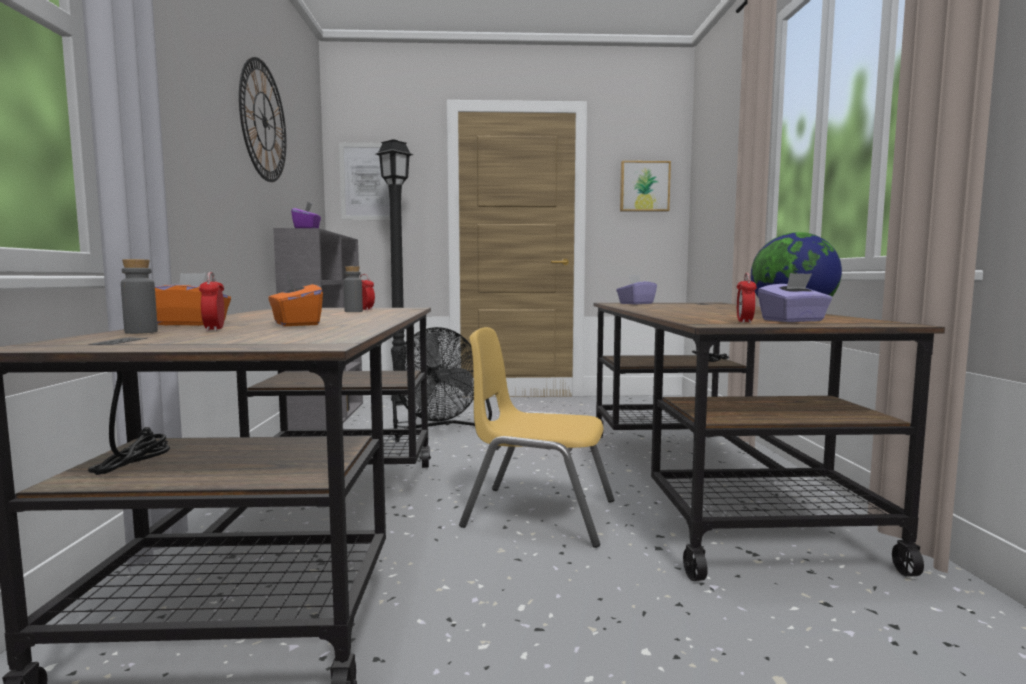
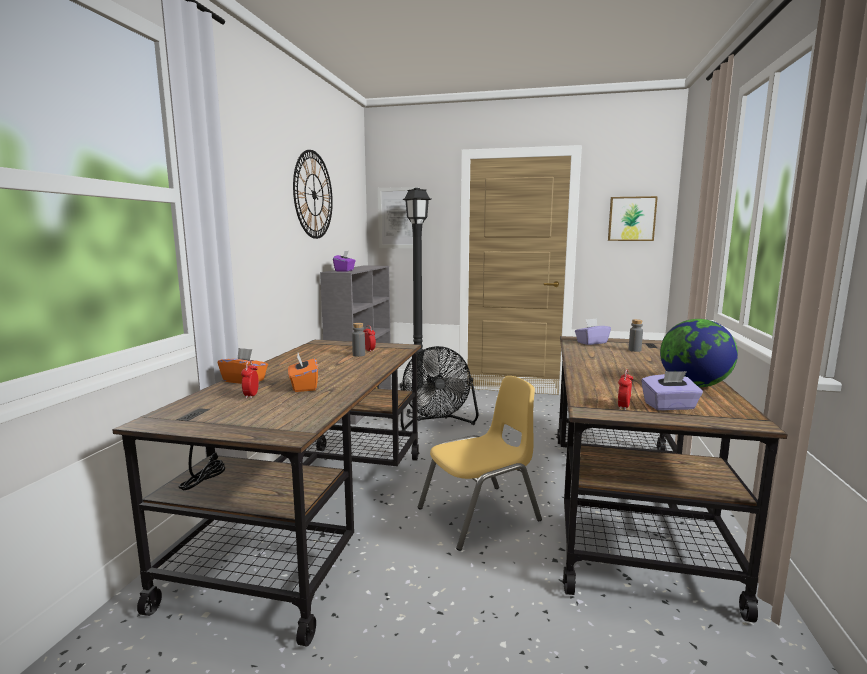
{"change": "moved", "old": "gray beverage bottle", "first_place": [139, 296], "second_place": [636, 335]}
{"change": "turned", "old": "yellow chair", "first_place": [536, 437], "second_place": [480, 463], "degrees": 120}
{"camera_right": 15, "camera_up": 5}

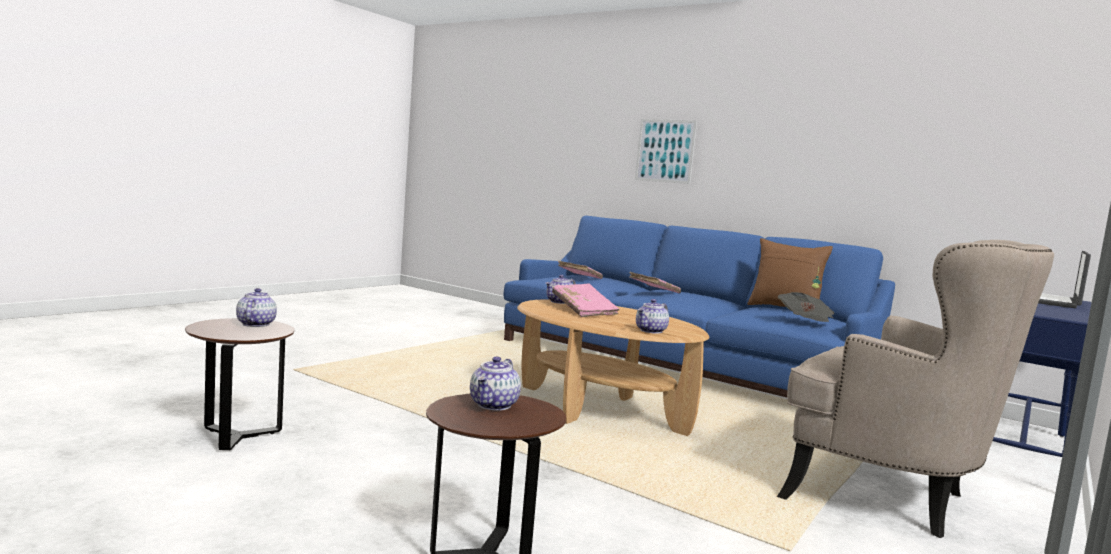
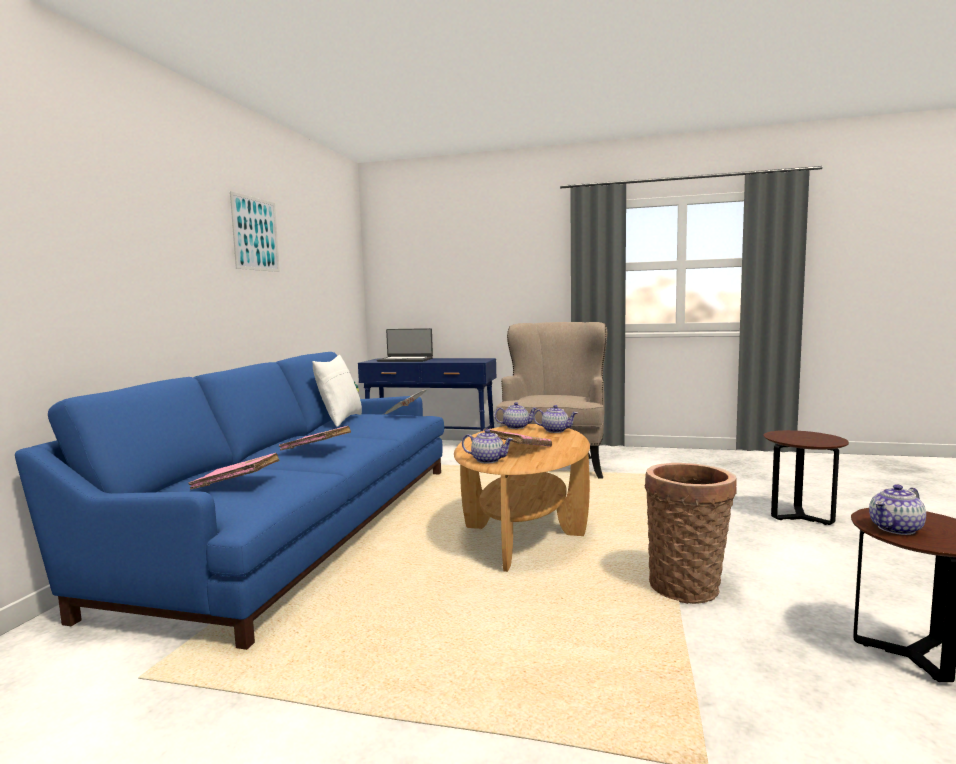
{"change": "moved", "old": "pot for tea", "first_place": [495, 383], "second_place": [516, 415]}
{"change": "moved", "old": "picture", "first_place": [666, 151], "second_place": [255, 231]}
{"change": "recoloured", "old": "brown pillow", "new": "white pillow", "first_place": [790, 272], "second_place": [337, 391]}
{"change": "added", "new": "household basket", "second_place": [690, 533]}
{"camera_right": -110, "camera_up": 0}

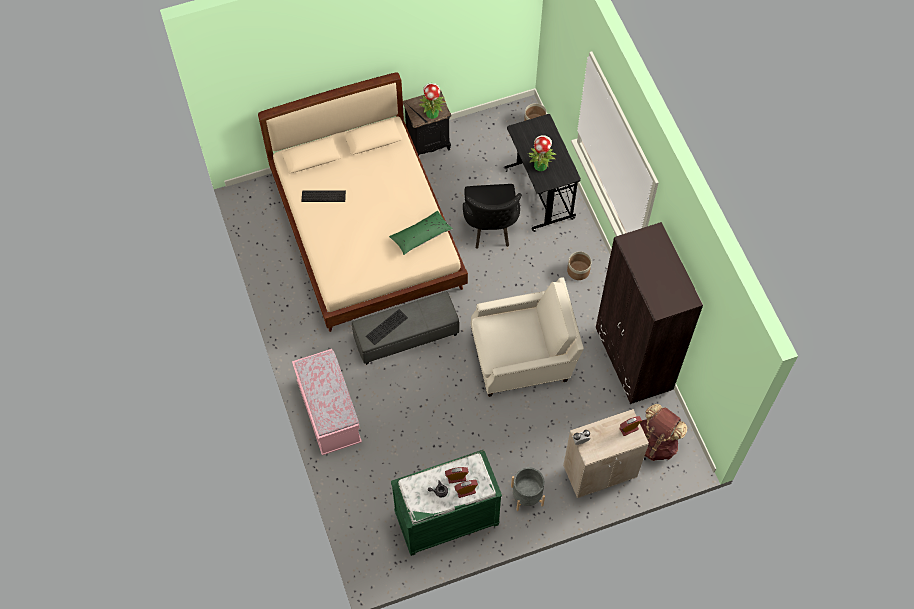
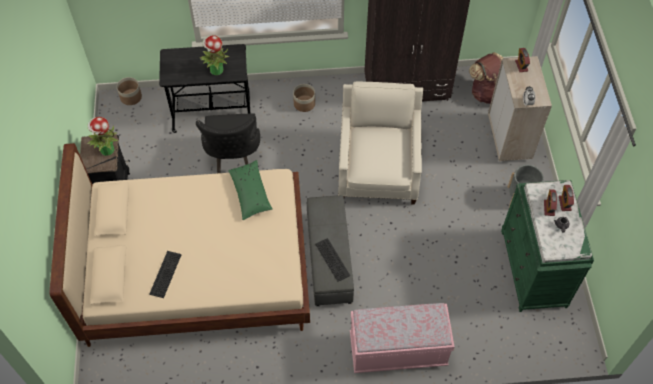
{"change": "turned", "old": "black-coloured chair", "first_place": [492, 216], "second_place": [228, 143], "degrees": 75}
{"camera_right": -75, "camera_up": -5}

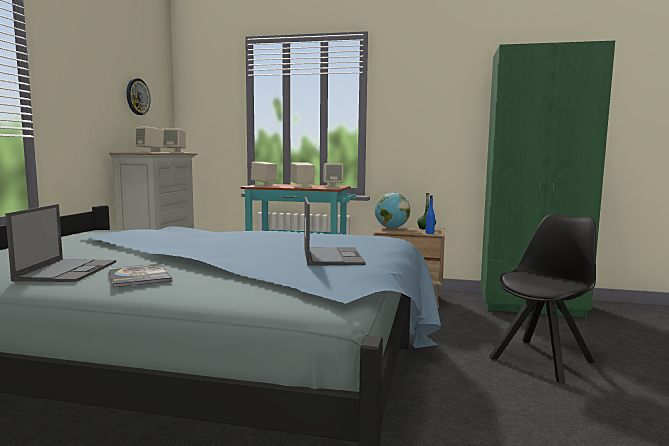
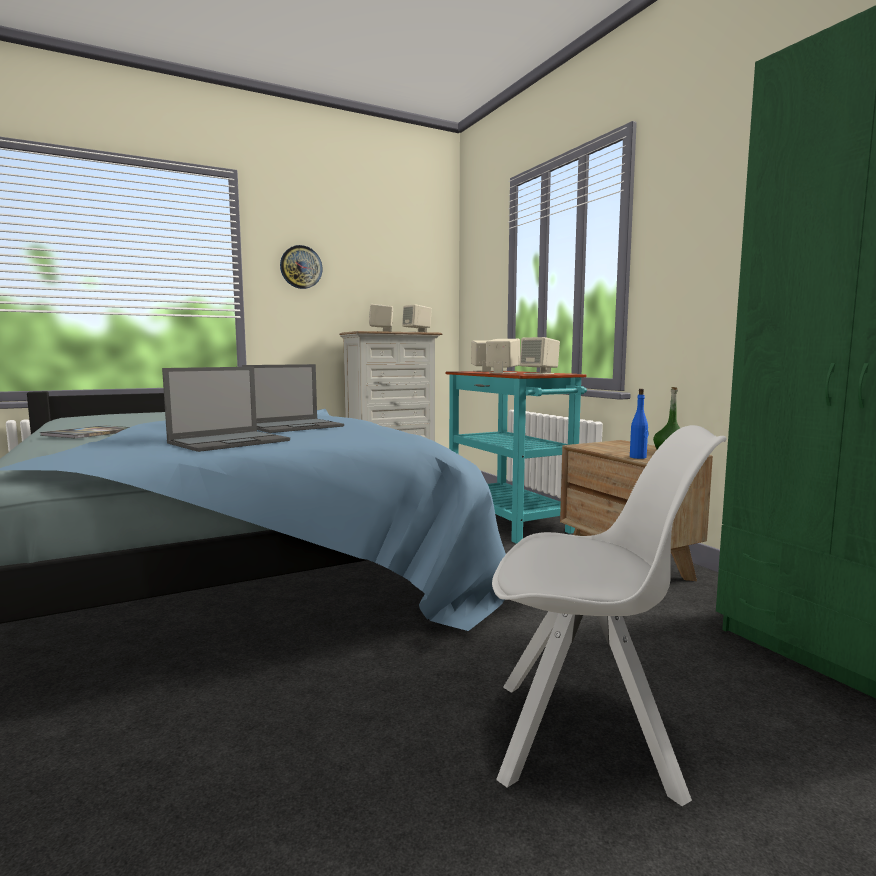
{"change": "moved", "old": "portable computer", "first_place": [60, 243], "second_place": [293, 398]}
{"change": "moved", "old": "clock on the wall", "first_place": [138, 96], "second_place": [301, 267]}
{"change": "removed", "old": "globe", "first_place": [392, 211]}
{"change": "recoloured", "old": "black-coloured chair", "new": "white chair", "first_place": [542, 299], "second_place": [609, 615]}
{"camera_right": 50, "camera_up": 0}

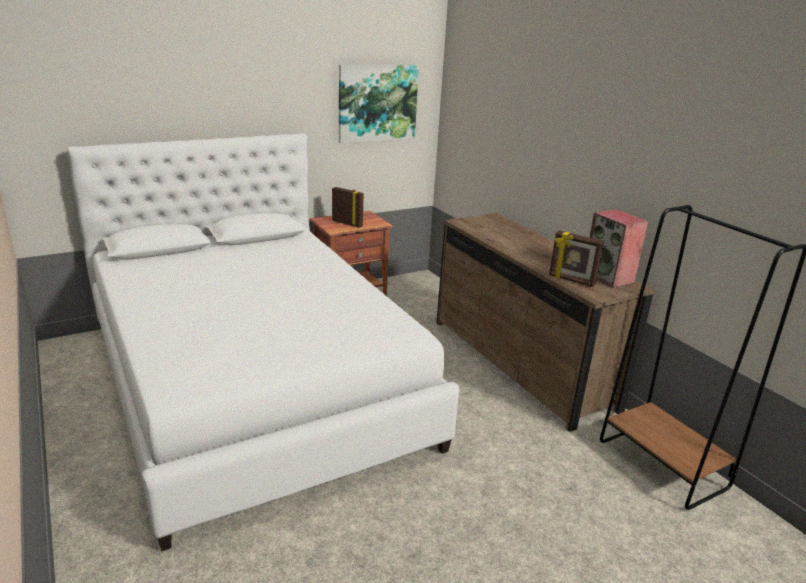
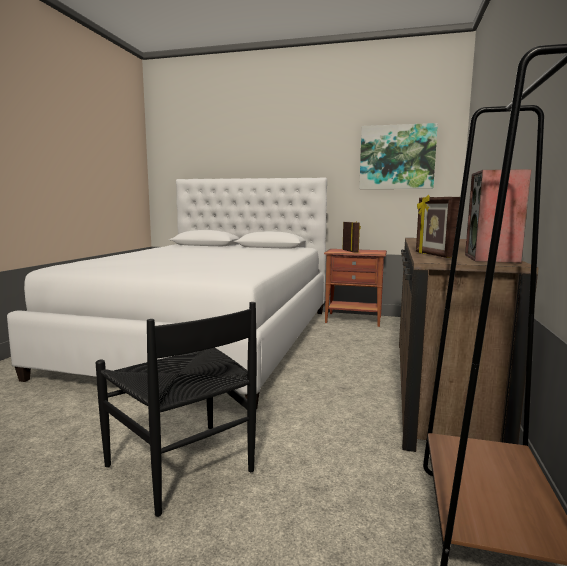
{"change": "added", "new": "black-coloured chair", "second_place": [176, 409]}
{"camera_right": 45, "camera_up": -15}

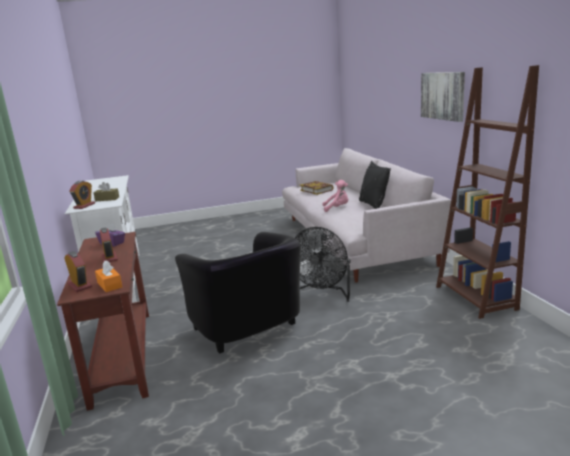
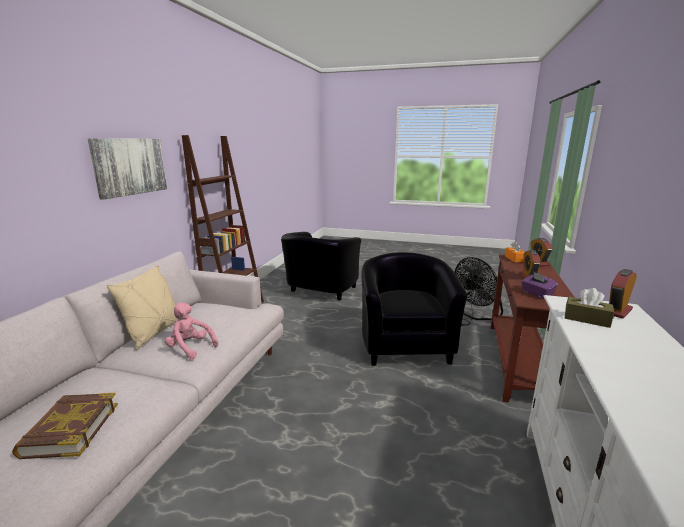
{"change": "moved", "old": "black-coloured fan", "first_place": [323, 264], "second_place": [479, 291]}
{"change": "recoloured", "old": "black-coloured pillow", "new": "beige pillow", "first_place": [375, 185], "second_place": [142, 307]}
{"change": "added", "new": "black-coloured easy chair", "second_place": [321, 266]}
{"camera_right": -150, "camera_up": 0}

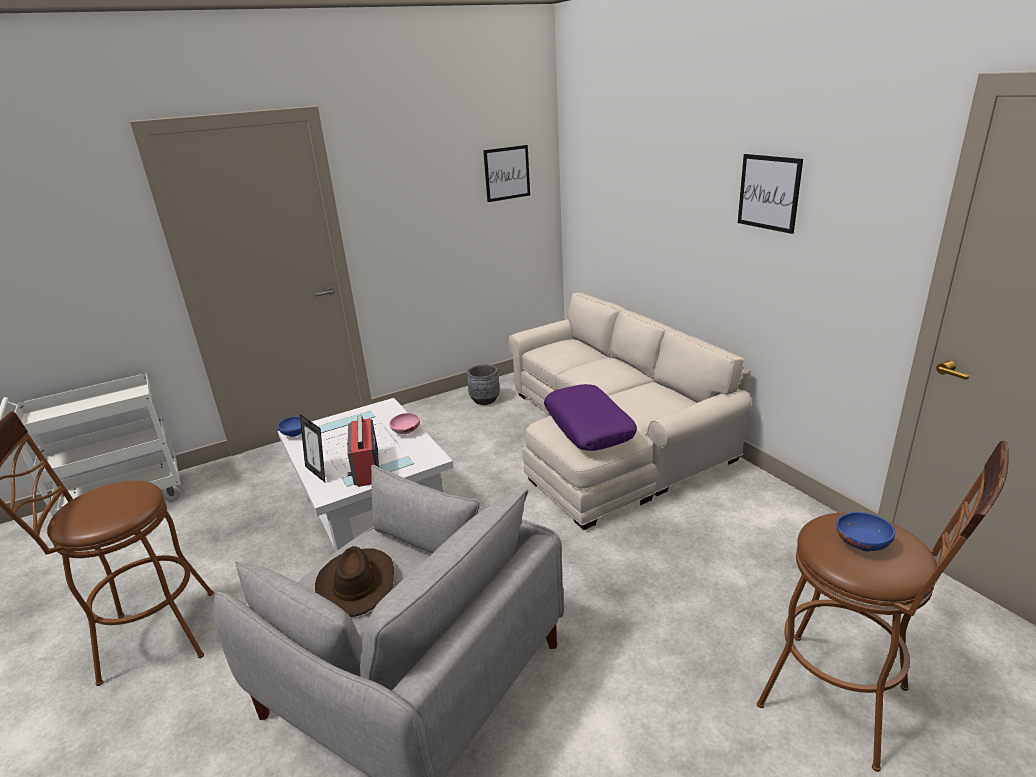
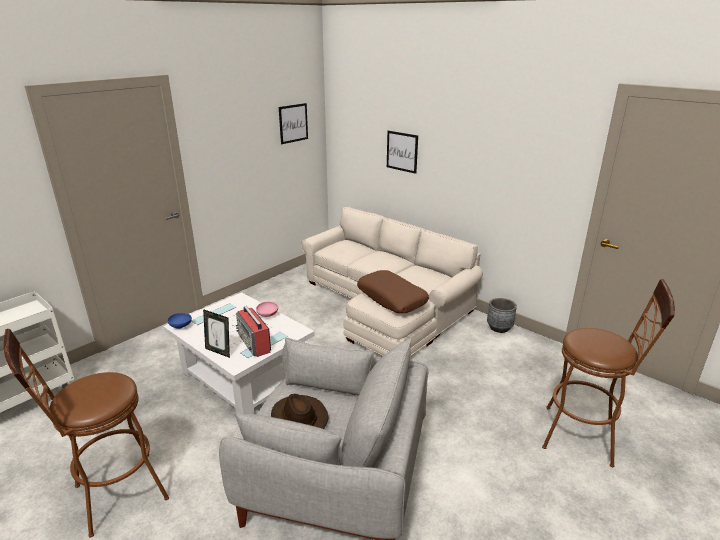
{"change": "moved", "old": "gray flower pot", "first_place": [483, 384], "second_place": [502, 315]}
{"change": "recoloured", "old": "purplish pillow", "new": "brown pillow", "first_place": [590, 417], "second_place": [393, 291]}
{"change": "moved", "old": "picture", "first_place": [770, 194], "second_place": [402, 152]}
{"change": "removed", "old": "bluish serving bowl", "first_place": [865, 531]}
{"camera_right": -20, "camera_up": 0}

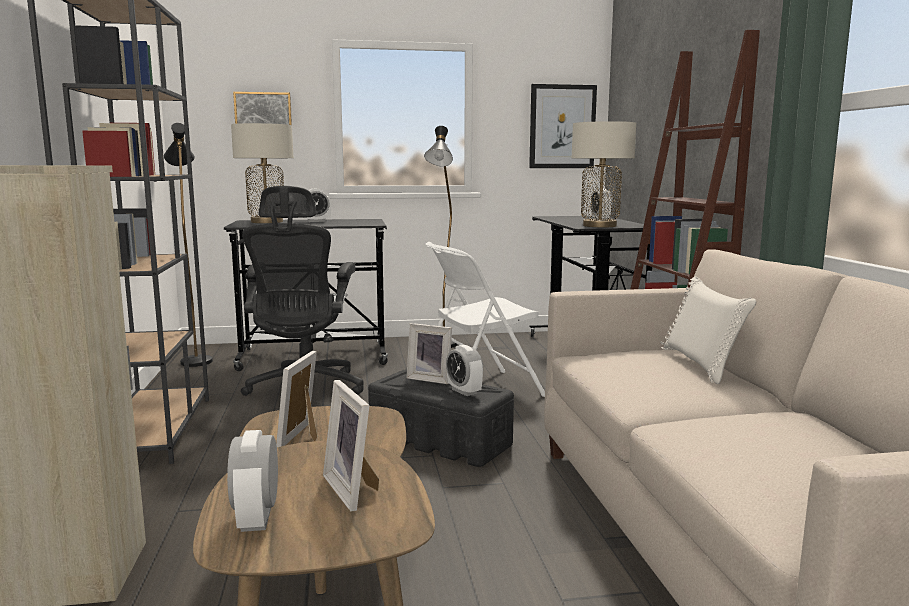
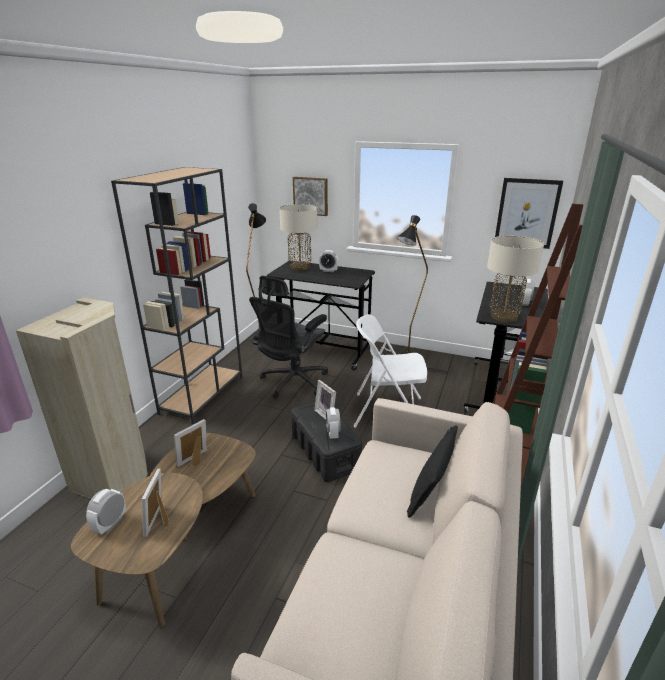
{"change": "recoloured", "old": "white pillow", "new": "black-coloured pillow", "first_place": [708, 330], "second_place": [432, 471]}
{"camera_right": 30, "camera_up": 15}

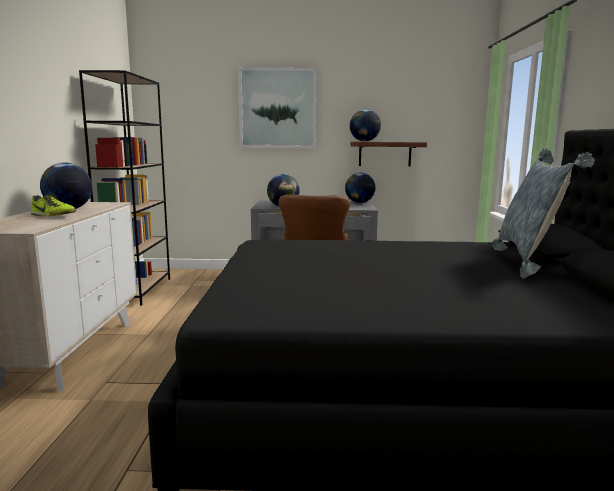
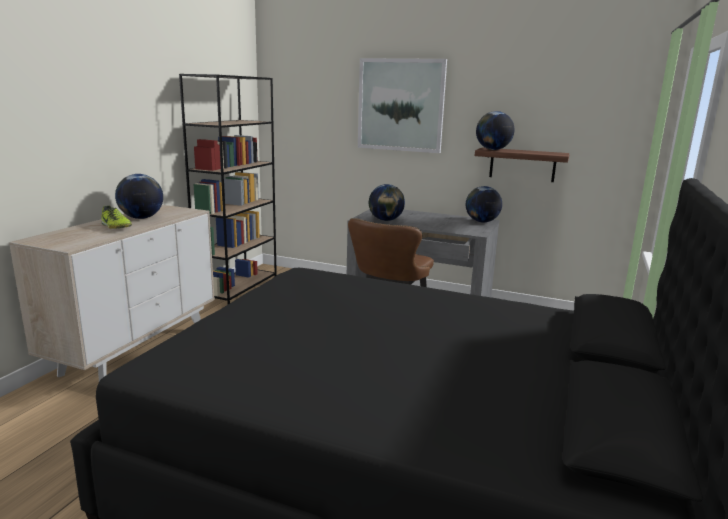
{"change": "removed", "old": "pillow", "first_place": [543, 213]}
{"camera_right": 20, "camera_up": 5}

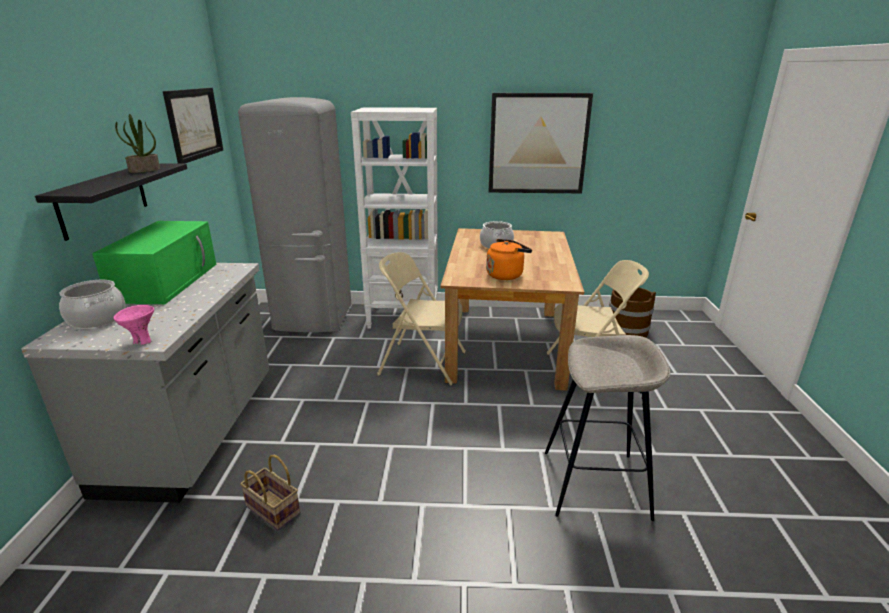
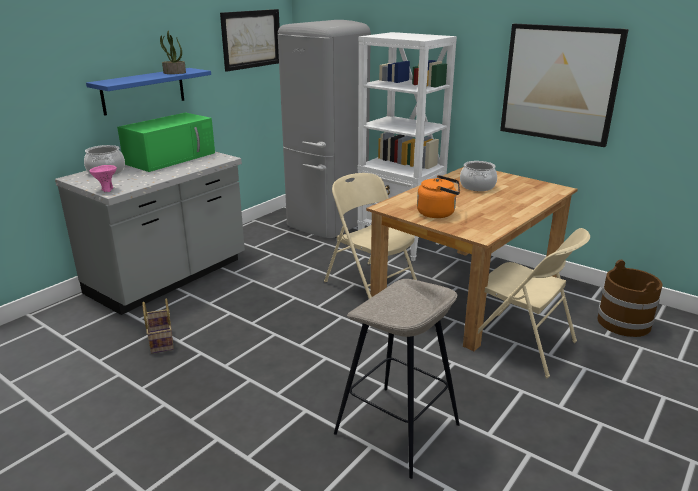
{"change": "recoloured", "old": "black-coloured shelf", "new": "bluish shelf", "first_place": [111, 202], "second_place": [148, 92]}
{"camera_right": 35, "camera_up": 0}

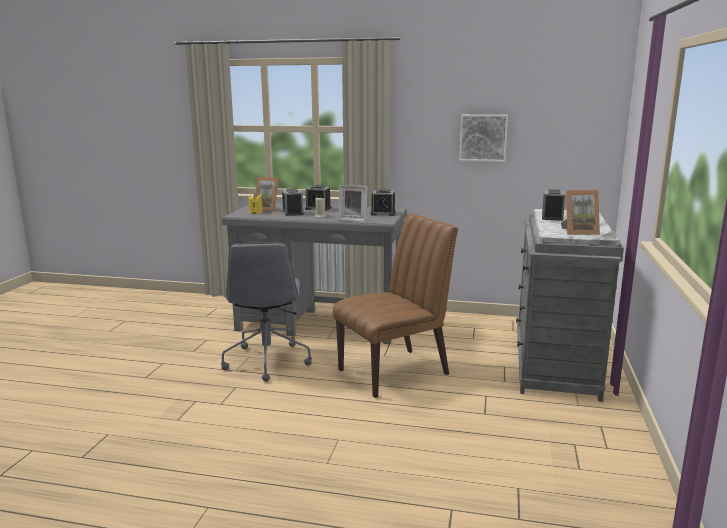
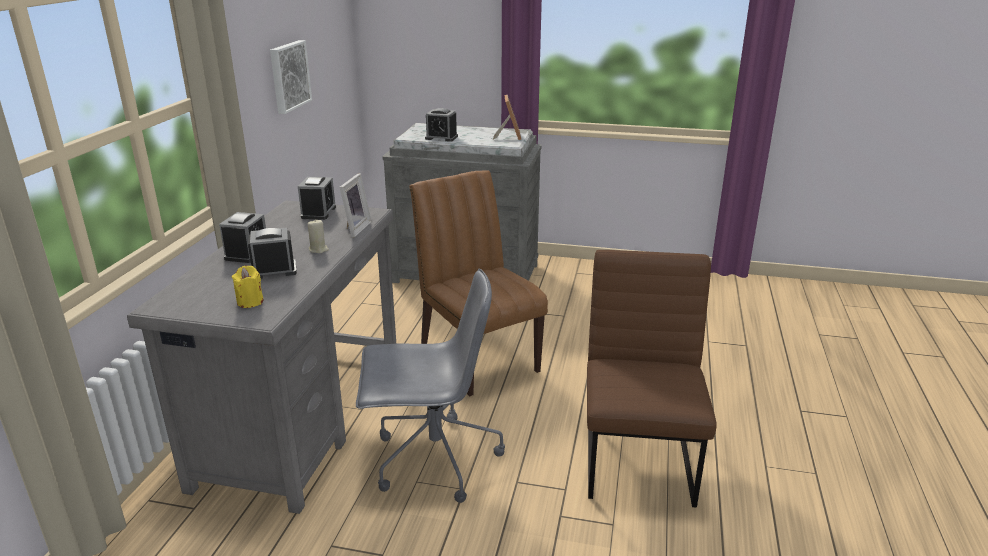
{"change": "removed", "old": "standing frame", "first_place": [267, 194]}
{"change": "added", "new": "brown chair", "second_place": [652, 378]}
{"camera_right": -90, "camera_up": 10}

